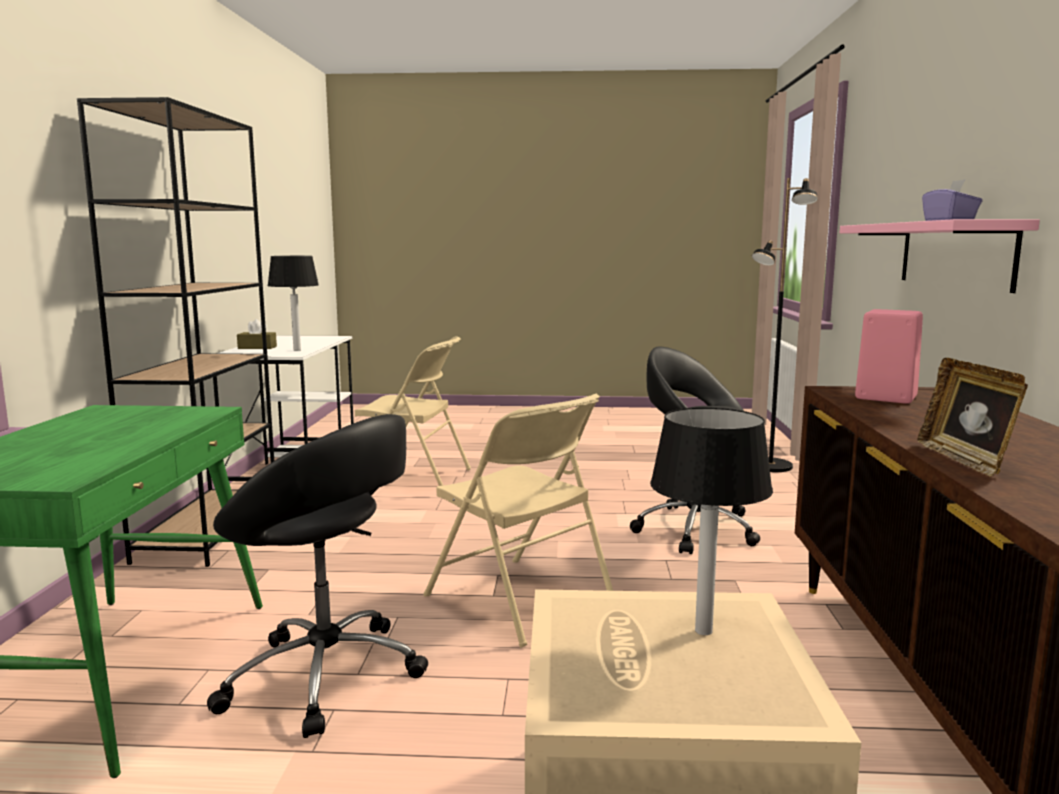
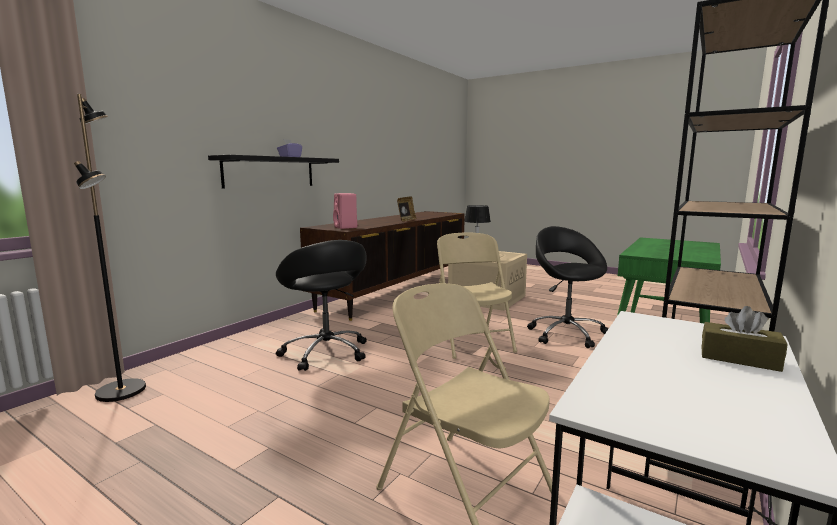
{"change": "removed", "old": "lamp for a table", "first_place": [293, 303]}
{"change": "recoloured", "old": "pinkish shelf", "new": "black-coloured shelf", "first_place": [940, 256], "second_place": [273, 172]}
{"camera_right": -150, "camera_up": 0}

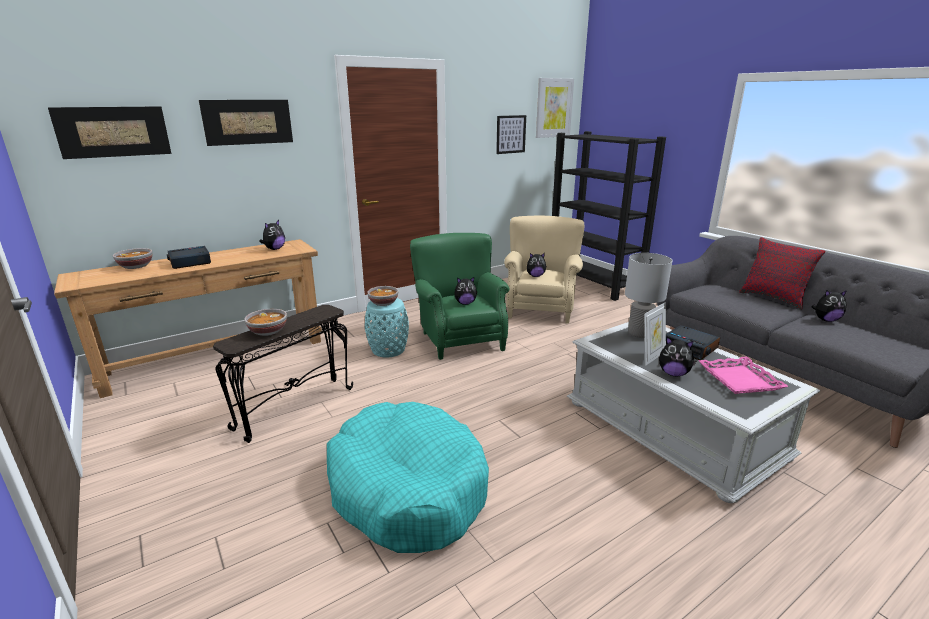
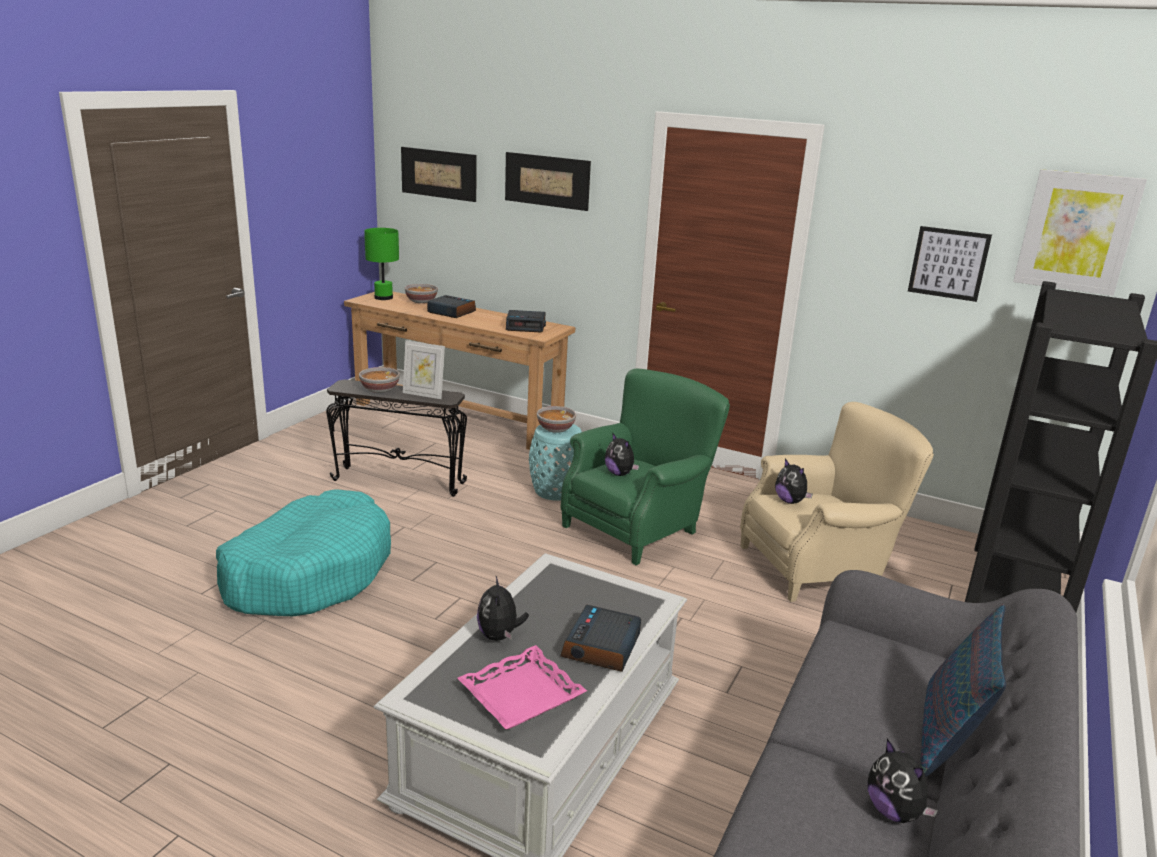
{"change": "replaced", "old": "plush toy", "new": "alarm clock", "first_place": [272, 235], "second_place": [526, 321]}
{"change": "removed", "old": "gray lamp for a table", "first_place": [648, 295]}
{"change": "moved", "old": "standing frame", "first_place": [655, 334], "second_place": [424, 369]}
{"change": "recoloured", "old": "reddish pillow", "new": "bluish pillow", "first_place": [782, 273], "second_place": [963, 690]}
{"change": "added", "new": "green lamp for a table", "second_place": [381, 264]}
{"camera_right": 60, "camera_up": 0}

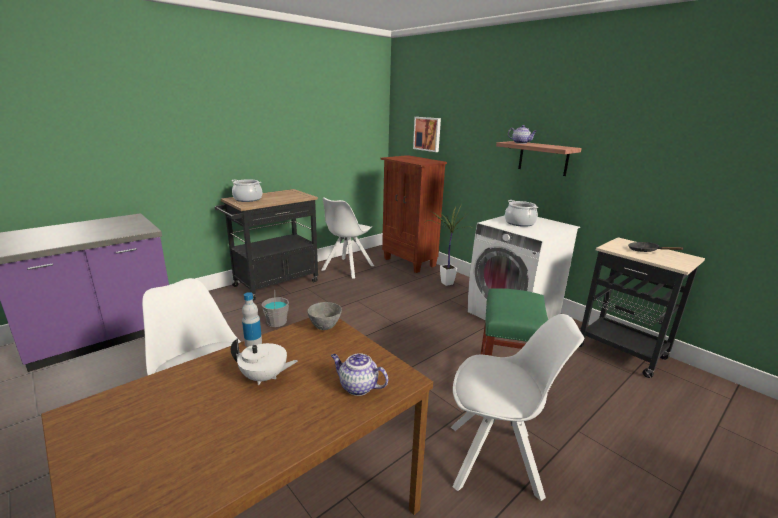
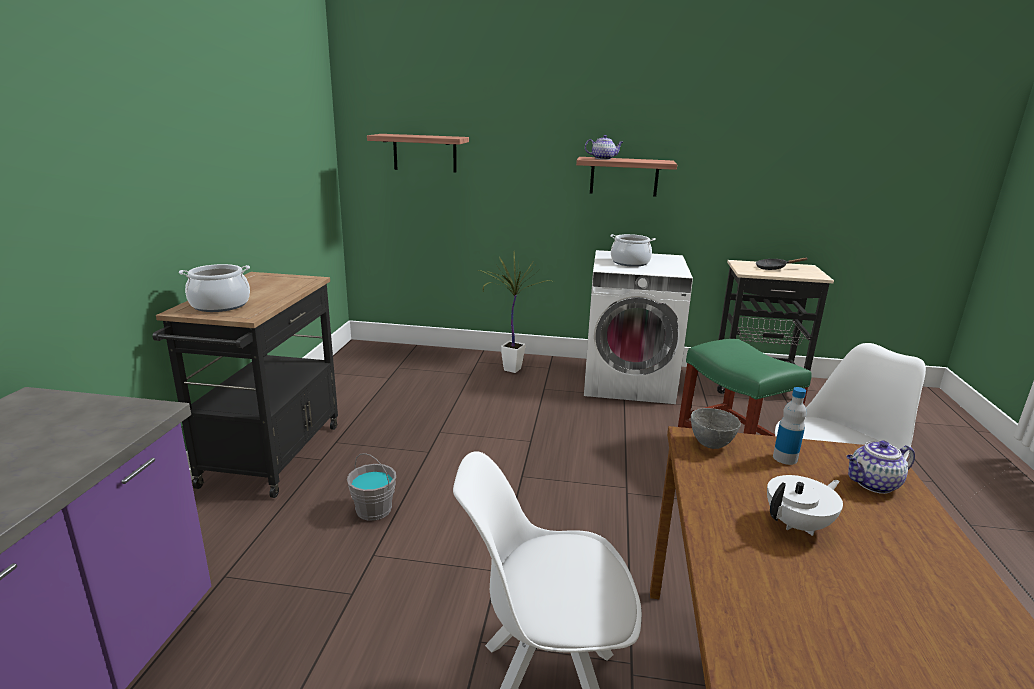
{"change": "moved", "old": "beverage bottle", "first_place": [252, 319], "second_place": [790, 426]}
{"change": "removed", "old": "white chair", "first_place": [347, 238]}
{"change": "removed", "old": "brown storage cabinet", "first_place": [413, 214]}
{"change": "replaced", "old": "picture", "new": "shelf", "first_place": [427, 134], "second_place": [418, 153]}
{"camera_right": -40, "camera_up": 0}

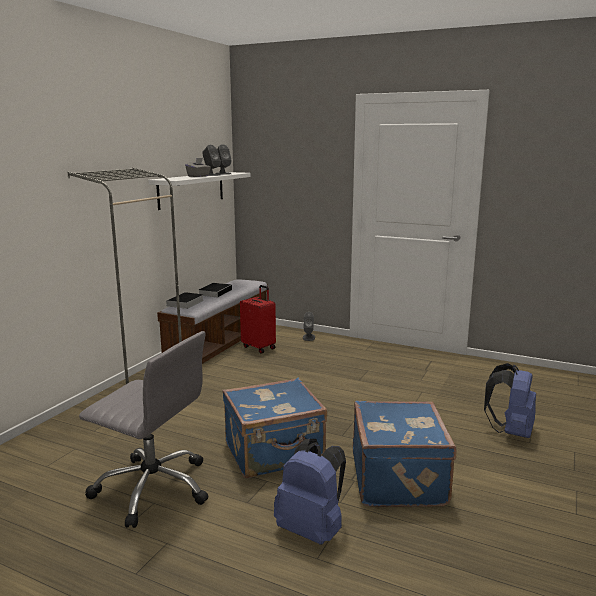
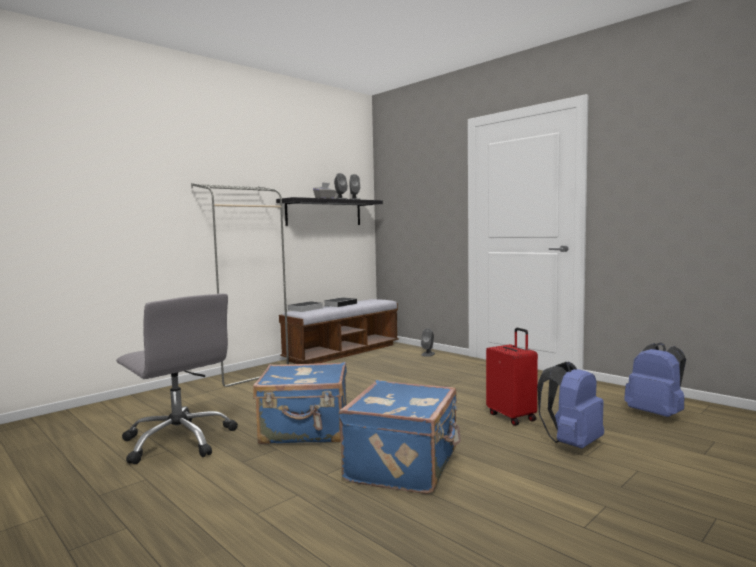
{"change": "recoloured", "old": "white shelf", "new": "black-coloured shelf", "first_place": [199, 191], "second_place": [329, 211]}
{"change": "moved", "old": "reddish travel case", "first_place": [258, 319], "second_place": [512, 377]}
{"change": "moved", "old": "bluish knapsack", "first_place": [310, 492], "second_place": [655, 379]}
{"camera_right": 20, "camera_up": -10}

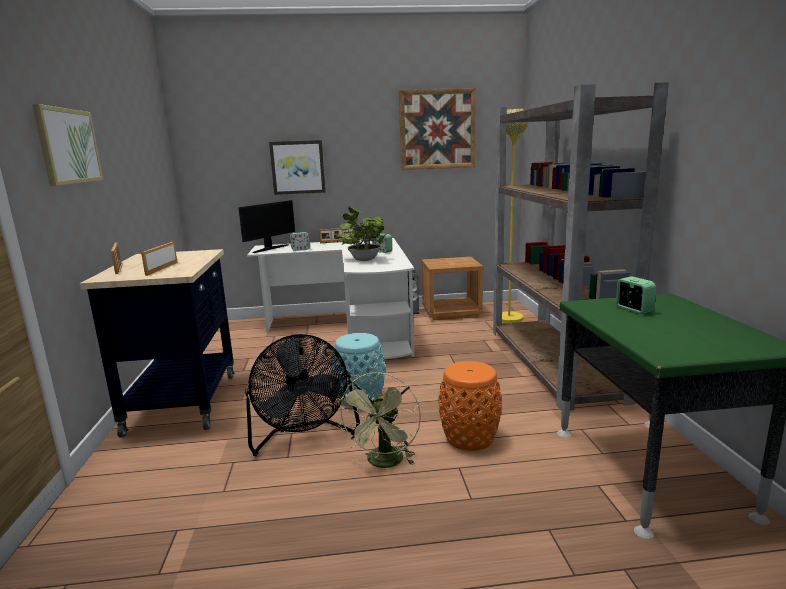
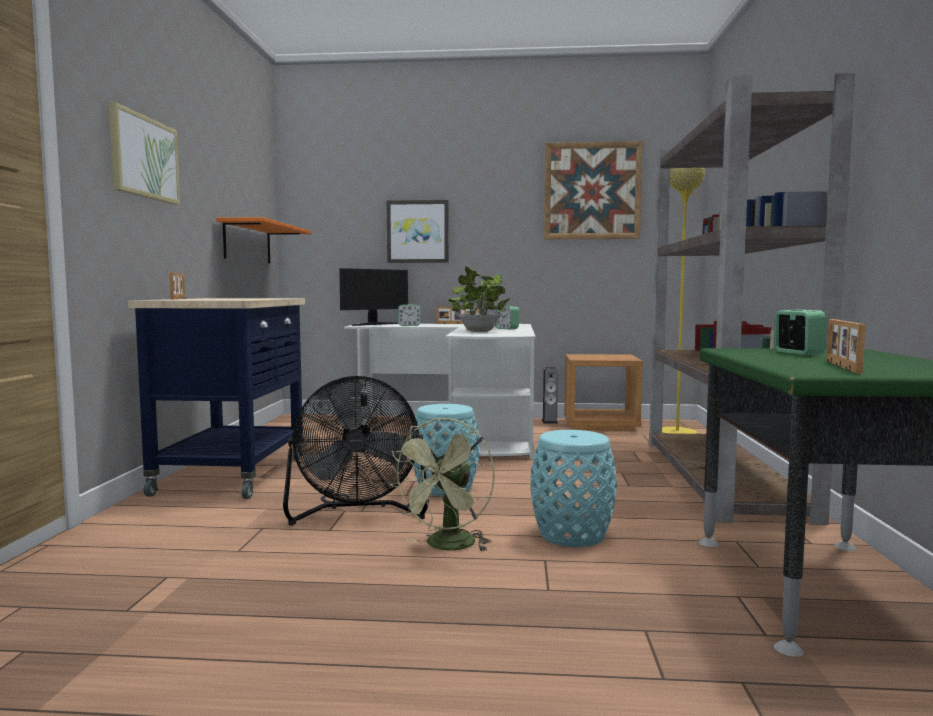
{"change": "moved", "old": "standing frame", "first_place": [159, 259], "second_place": [846, 346]}
{"change": "recoloured", "old": "orangey stool seat", "new": "turquoise stool seat", "first_place": [470, 406], "second_place": [573, 488]}
{"change": "added", "new": "orangey shelf", "second_place": [264, 240]}
{"camera_right": 10, "camera_up": -10}

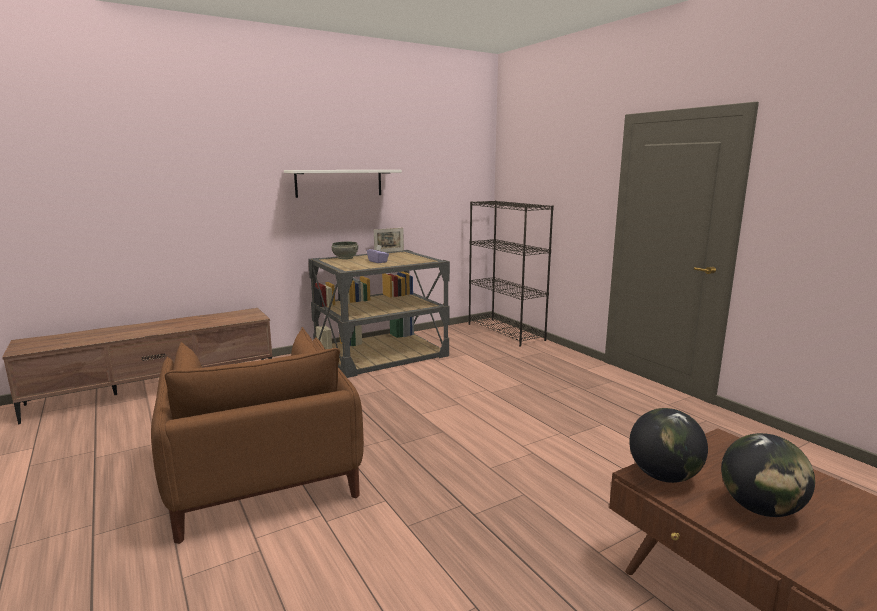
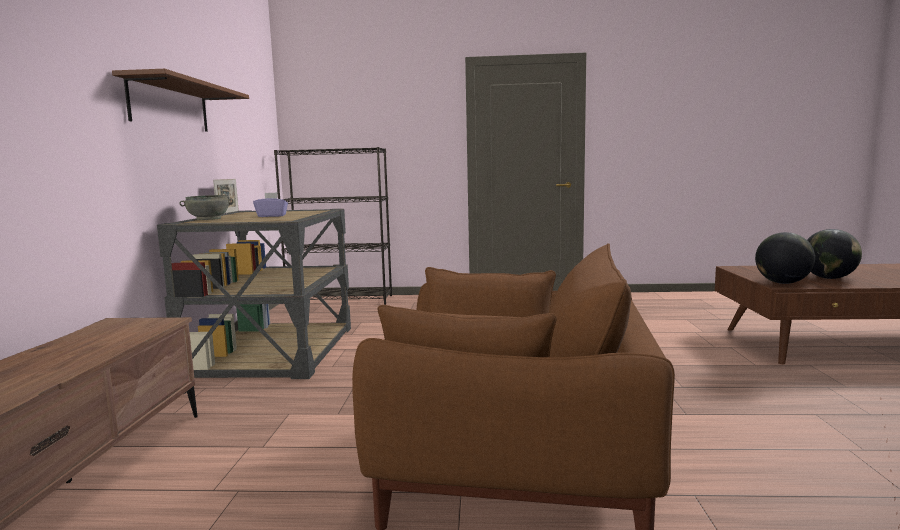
{"change": "recoloured", "old": "white shelf", "new": "brown shelf", "first_place": [343, 184], "second_place": [180, 100]}
{"camera_right": -55, "camera_up": -5}

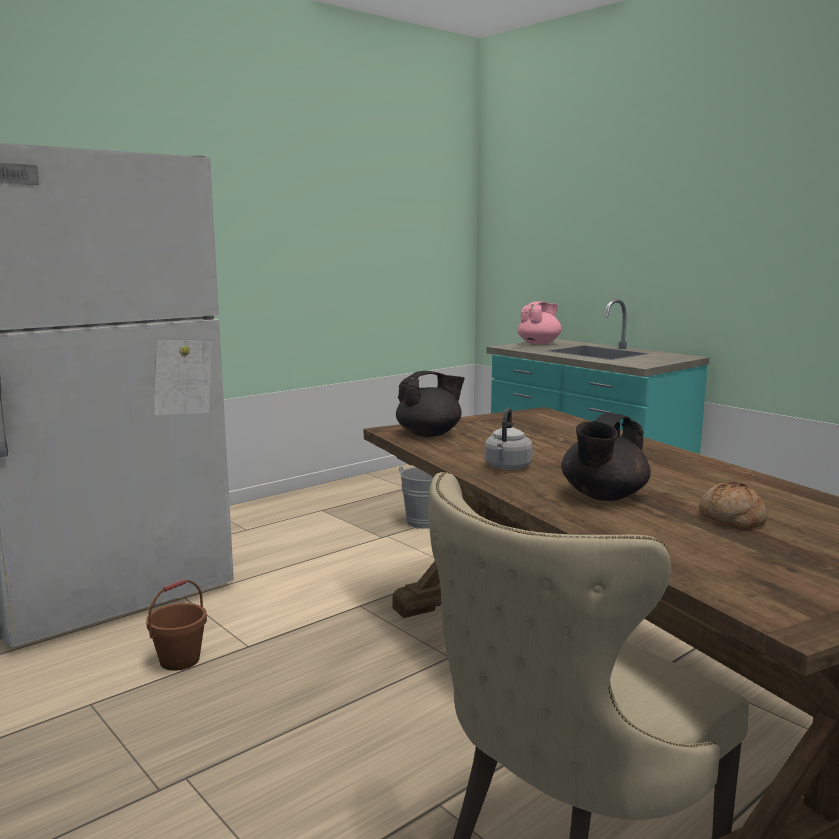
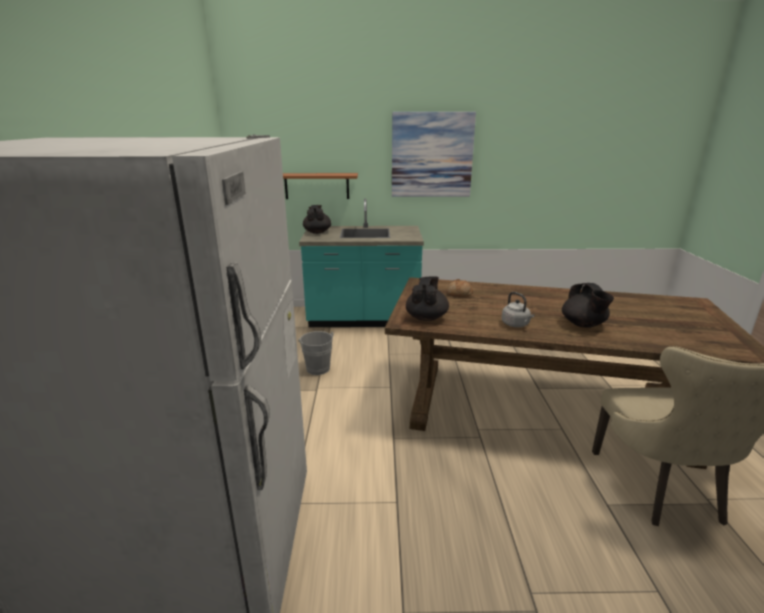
{"change": "removed", "old": "brown pail", "first_place": [176, 625]}
{"change": "recoloured", "old": "pinkish pot for tea", "new": "black-coloured pot for tea", "first_place": [540, 322], "second_place": [317, 219]}
{"change": "moved", "old": "bakery bread", "first_place": [733, 505], "second_place": [460, 288]}
{"change": "added", "new": "shelf", "second_place": [320, 186]}
{"change": "added", "new": "picture", "second_place": [434, 154]}
{"camera_right": -50, "camera_up": 10}

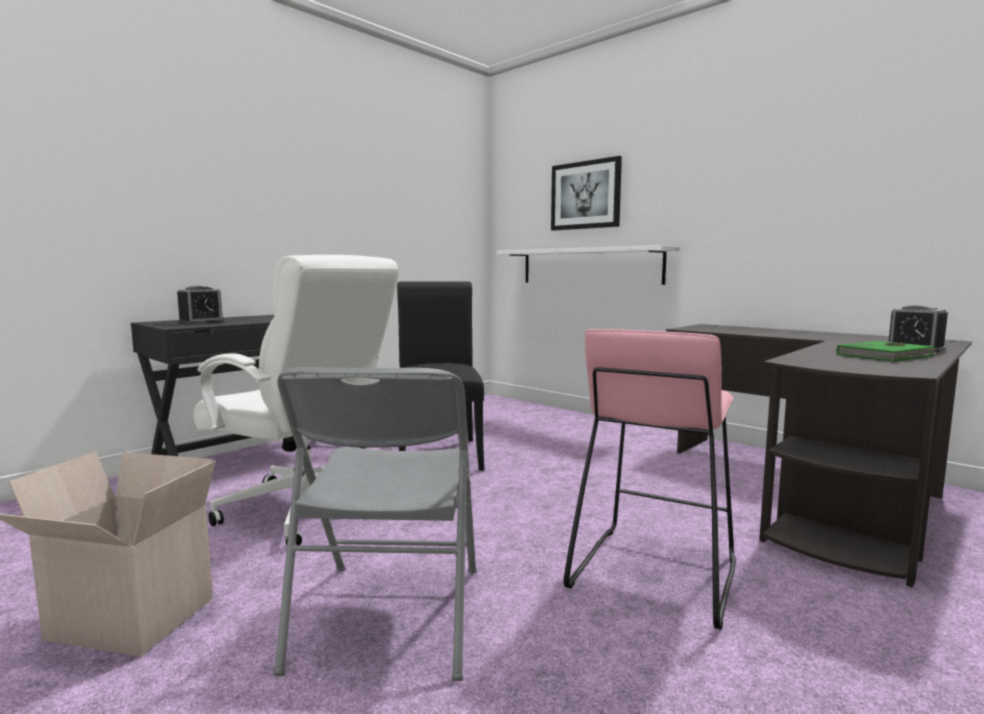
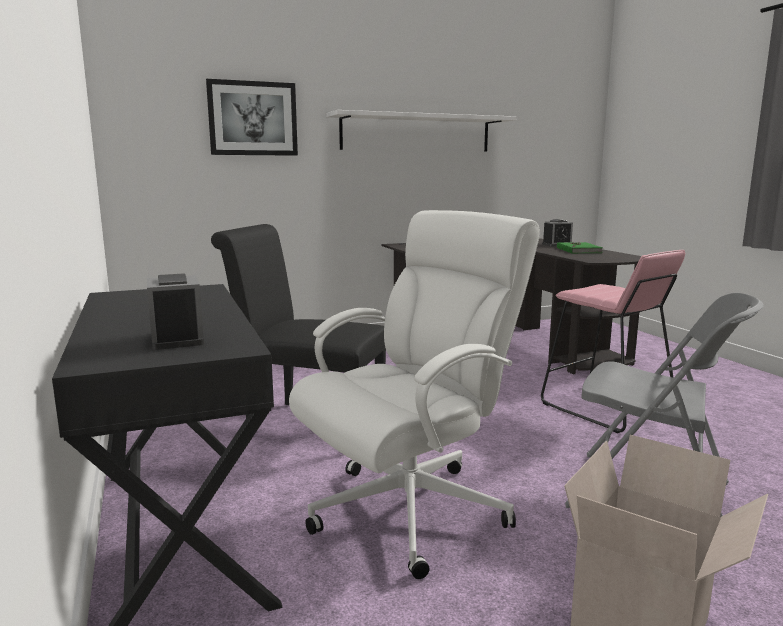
{"change": "moved", "old": "white shelf", "first_place": [588, 265], "second_place": [421, 131]}
{"camera_right": -65, "camera_up": 5}

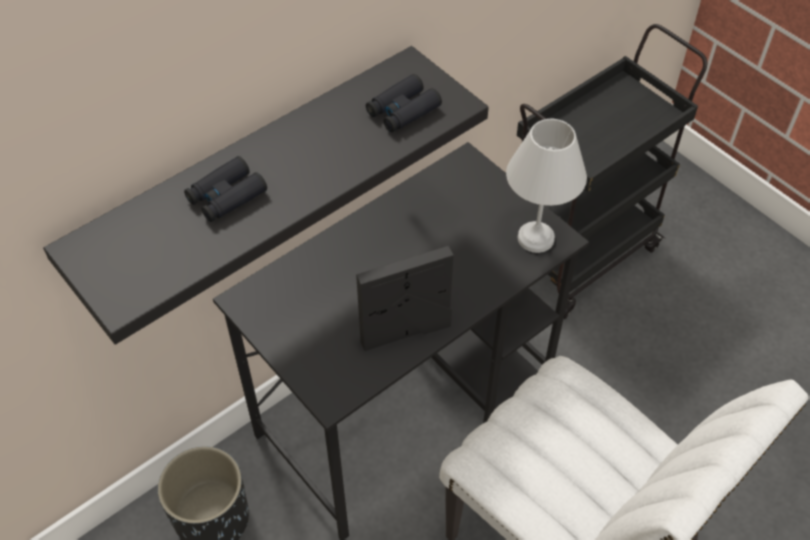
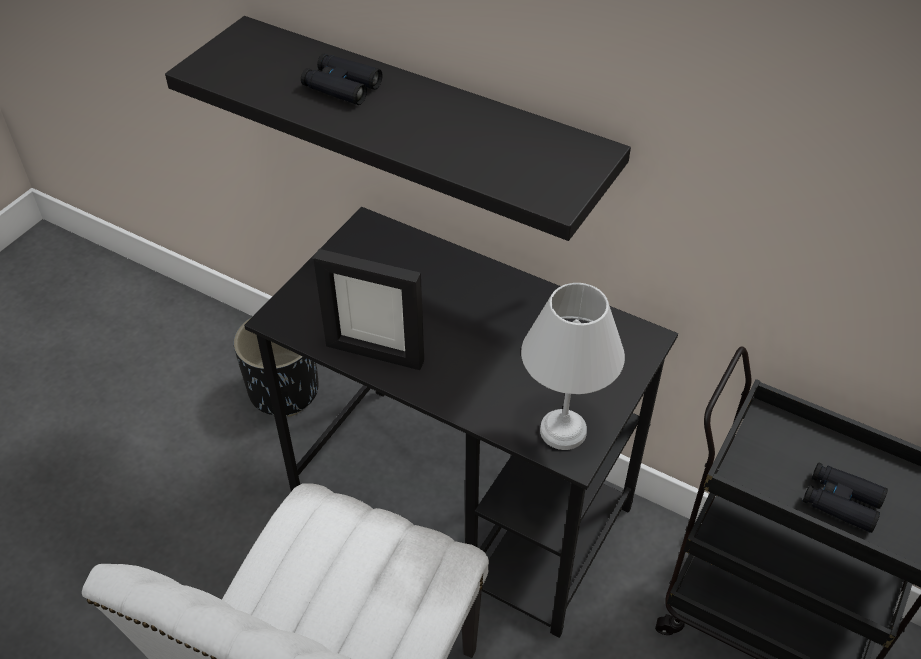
{"change": "turned", "old": "standing frame", "first_place": [404, 298], "second_place": [368, 309], "degrees": 150}
{"change": "moved", "old": "black-coloured pair of binoculars", "first_place": [404, 103], "second_place": [845, 498]}
{"camera_right": 70, "camera_up": -5}

